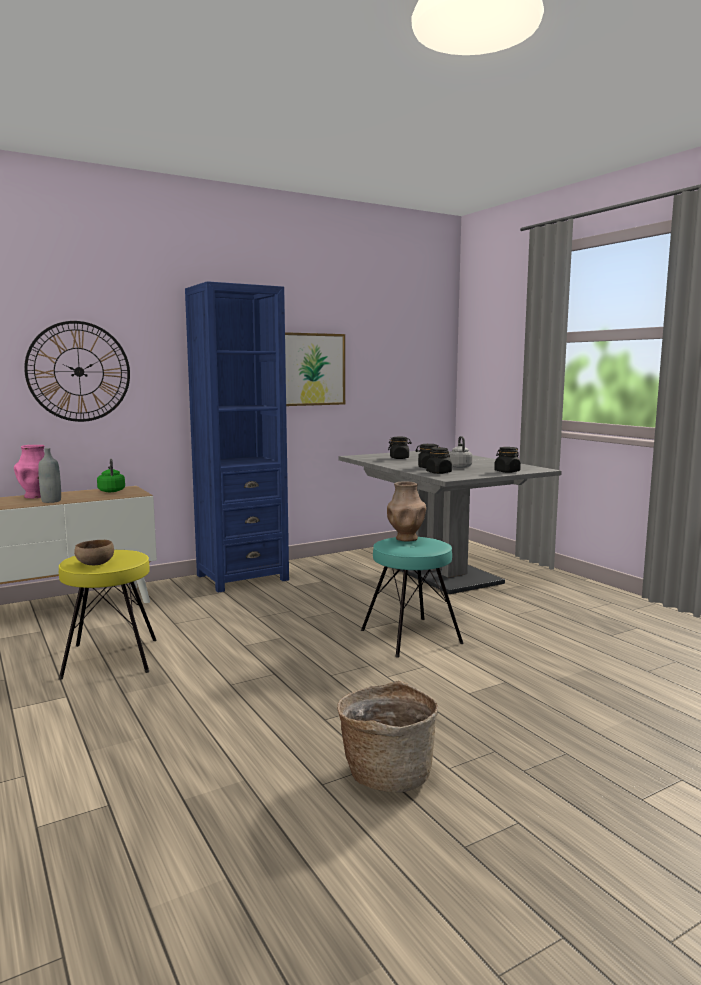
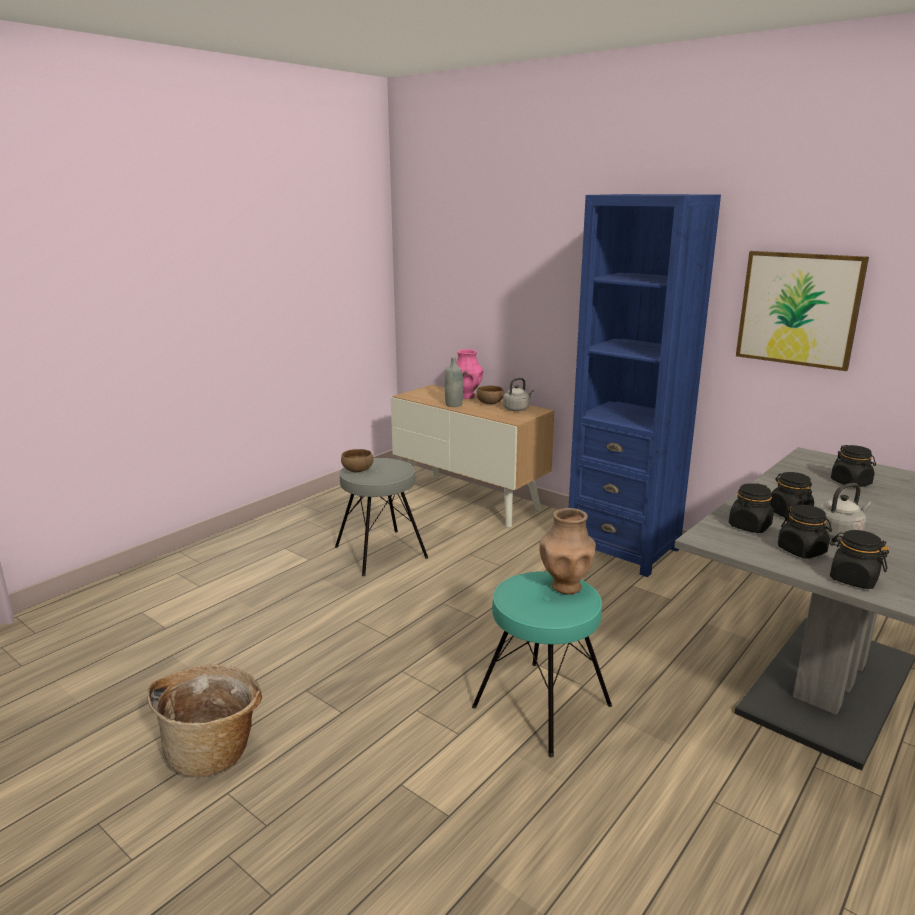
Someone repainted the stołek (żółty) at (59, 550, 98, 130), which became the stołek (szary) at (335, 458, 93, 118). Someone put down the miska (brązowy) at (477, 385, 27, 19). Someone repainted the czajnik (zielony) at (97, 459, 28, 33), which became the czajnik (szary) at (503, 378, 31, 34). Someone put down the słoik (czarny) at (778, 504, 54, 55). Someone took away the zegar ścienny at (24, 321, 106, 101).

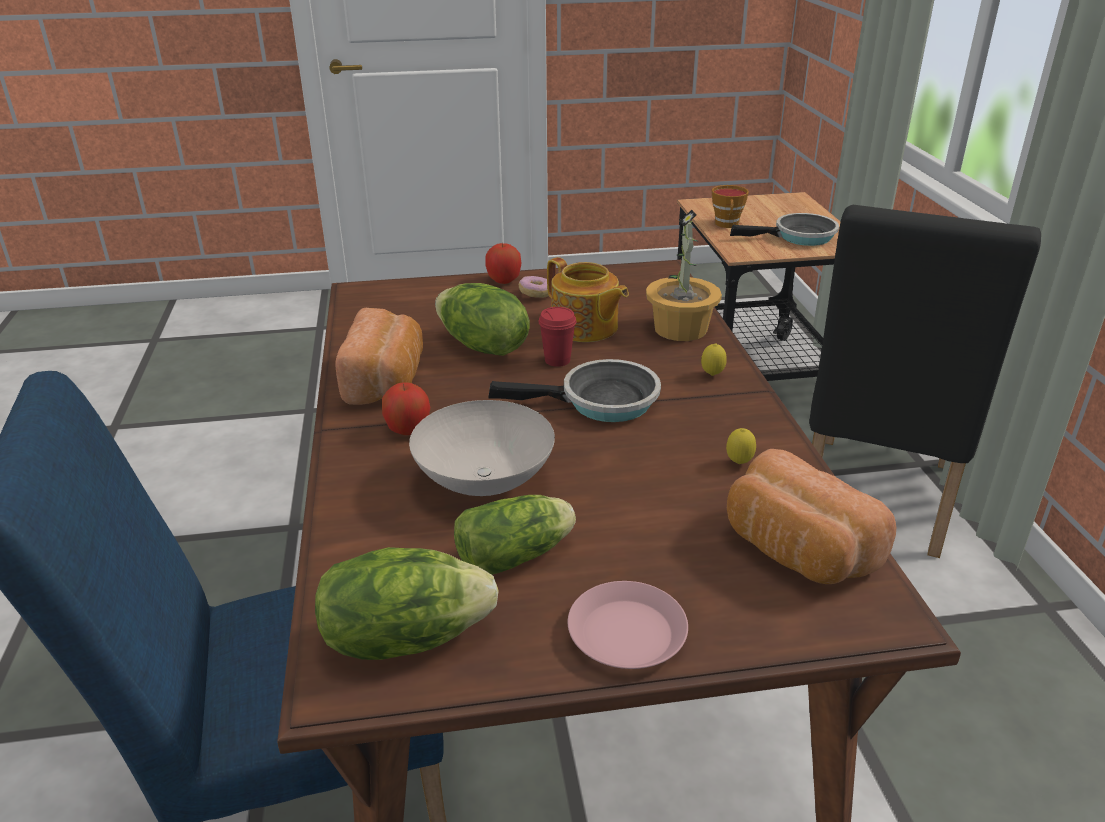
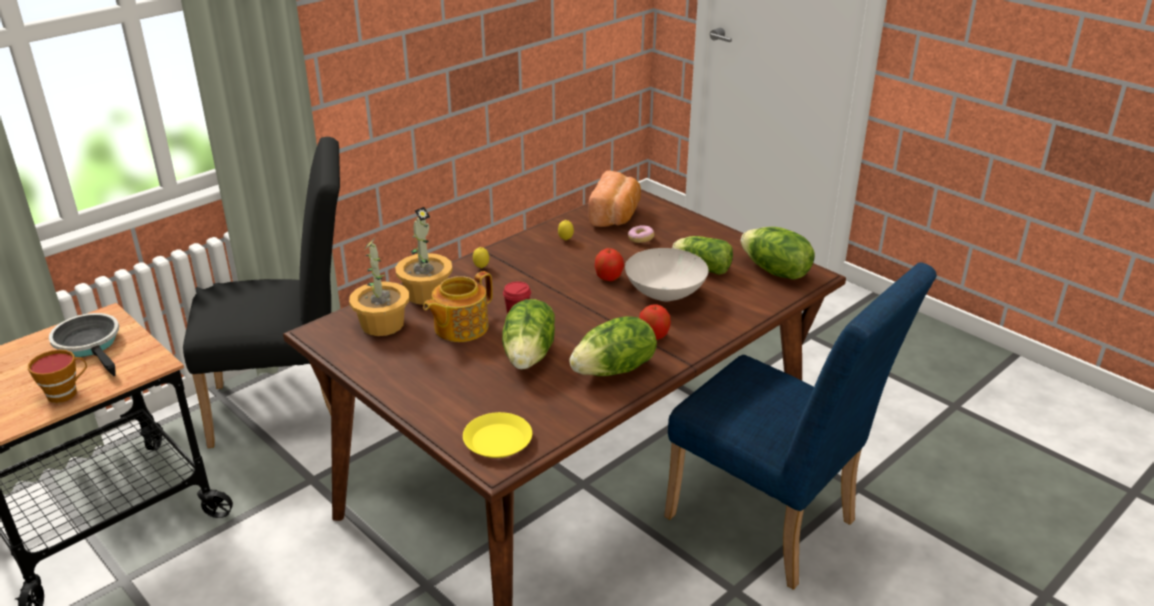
Someone put down the roślina doniczkowa at (349, 238, 60, 98). Someone rotated the imbryk at (547, 257, 82, 85) by 150 degrees counterclockwise. Someone put down the talerz (żółty) at (463, 412, 69, 46). Someone swapped the chleb at (335, 308, 88, 97) for the sałata at (569, 316, 88, 60). Someone carried the jabłko from (486, 243, 35, 41) to (595, 248, 29, 33). Someone carried the donut from (519, 276, 30, 22) to (628, 225, 26, 18). Someone took away the patelnia at (488, 359, 173, 63). Someone took away the talerz (różowy) at (568, 581, 120, 88).

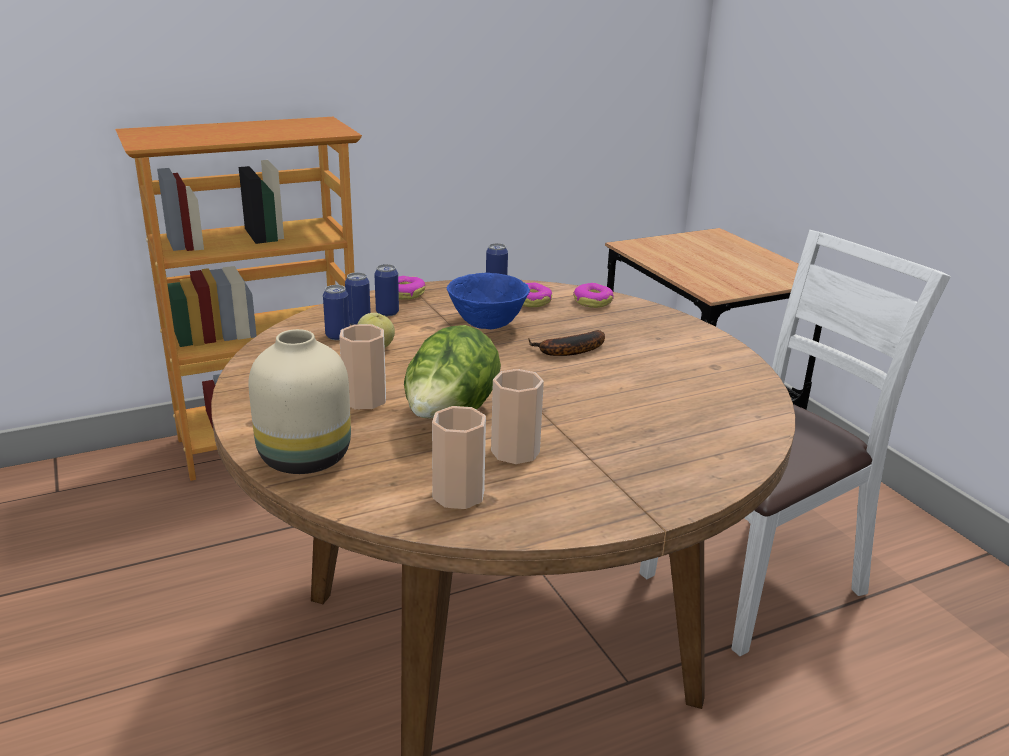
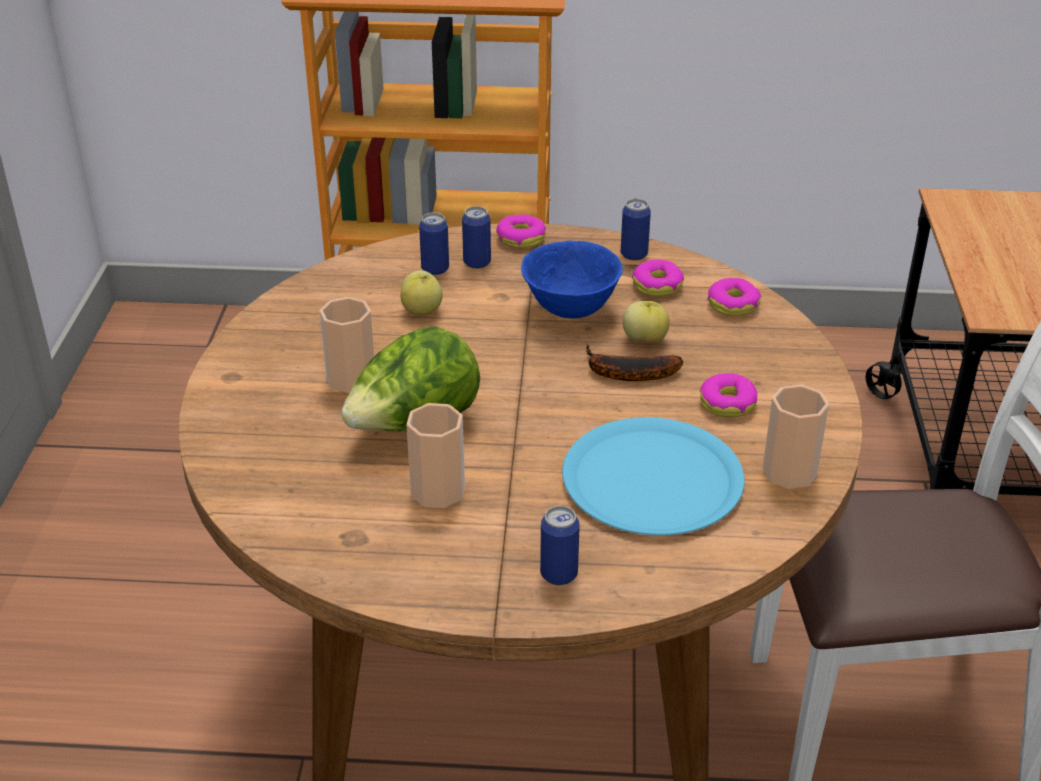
Someone carried the puszka from (323, 285, 27, 55) to (540, 506, 40, 79). Someone put down the talerz (niebieski) at (562, 417, 183, 118). Someone put down the jabłko at (623, 301, 47, 44). Someone put down the donut at (700, 373, 57, 44). Someone carried the filiżanka from (432, 406, 54, 103) to (762, 385, 67, 104). Someone took away the wazon (beżowy) at (249, 329, 102, 145).

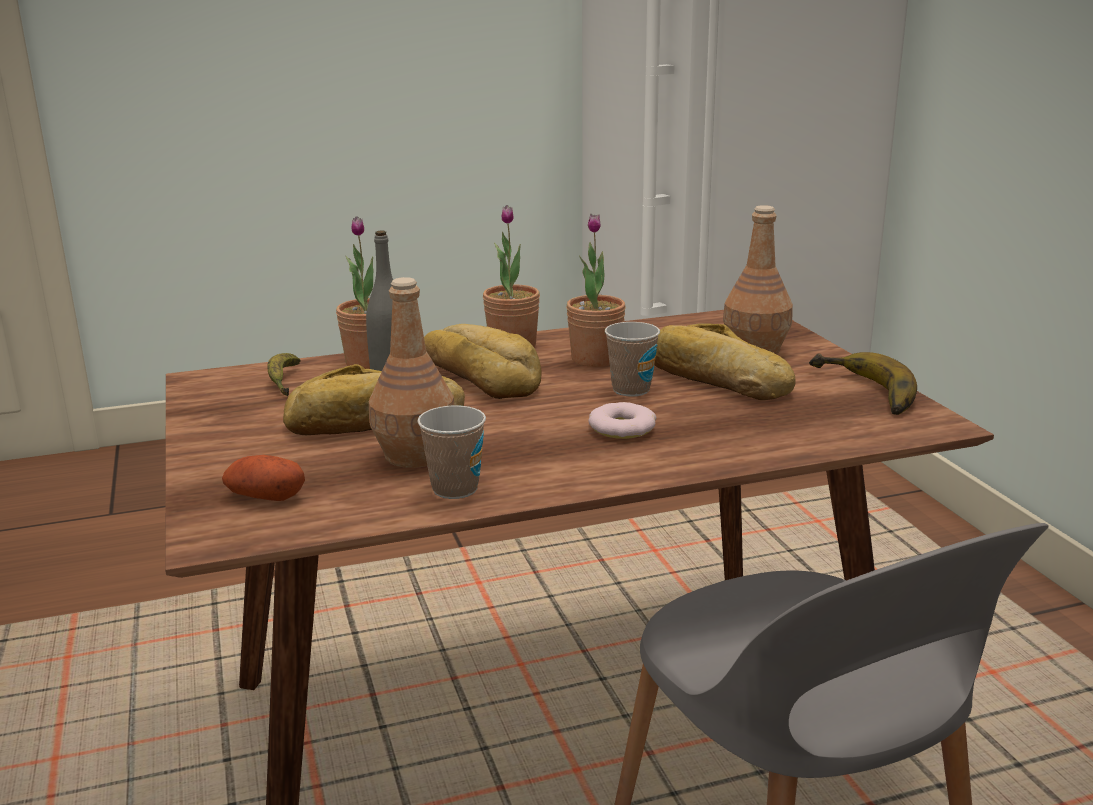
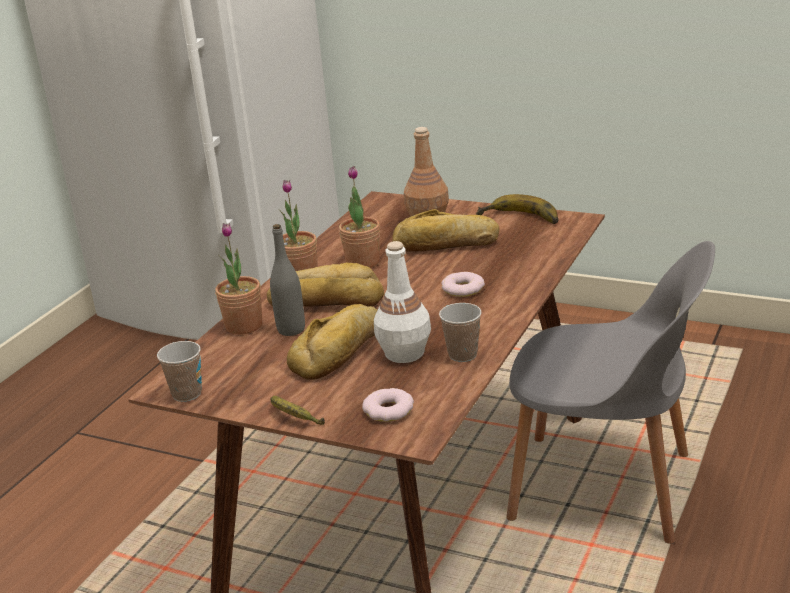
Someone carried the filiżanka from (605, 322, 55, 75) to (157, 341, 45, 61). Someone carried the banan from (268, 353, 33, 43) to (270, 396, 55, 29). Someone swapped the ziemniak at (222, 455, 83, 46) for the donut at (362, 388, 52, 34). Someone repainted the butelka (brązowy) at (369, 277, 86, 191), which became the butelka (biały) at (374, 241, 57, 122).

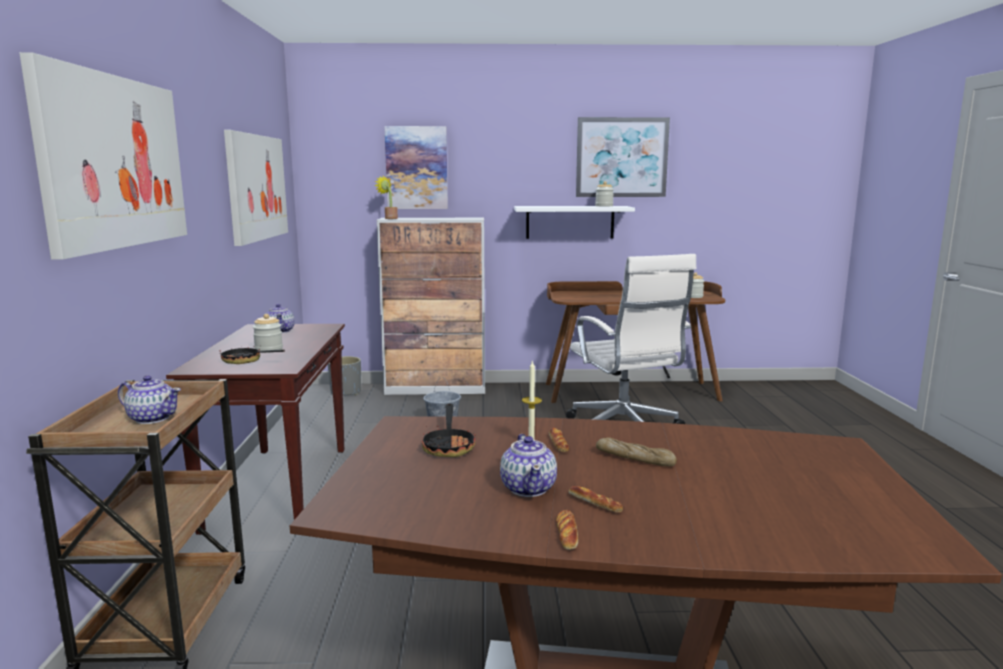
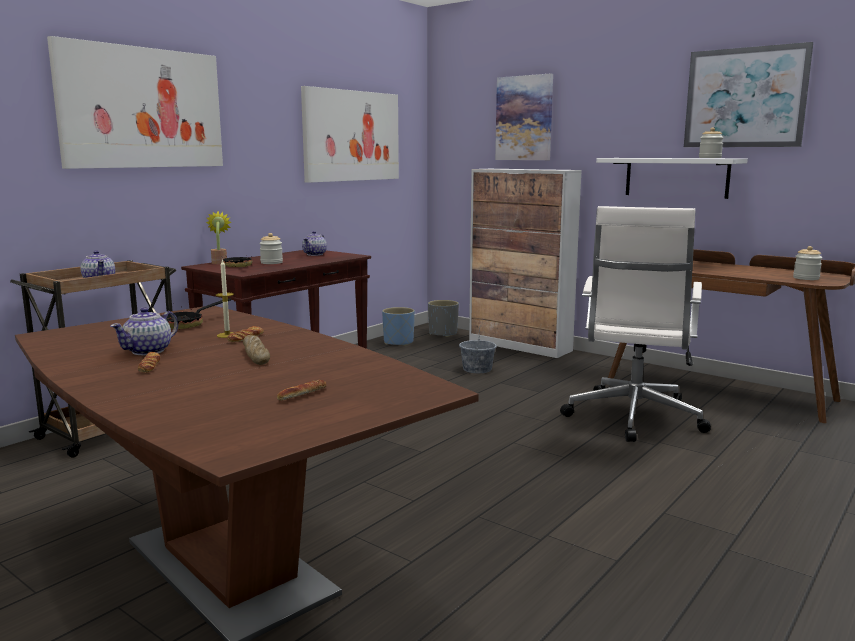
Someone carried the roślina doniczkowa from (374, 176, 24, 43) to (206, 211, 25, 53). Someone carried the chleb from (556, 510, 22, 40) to (277, 380, 49, 20). Someone put down the donica (niebieski) at (382, 307, 33, 39).

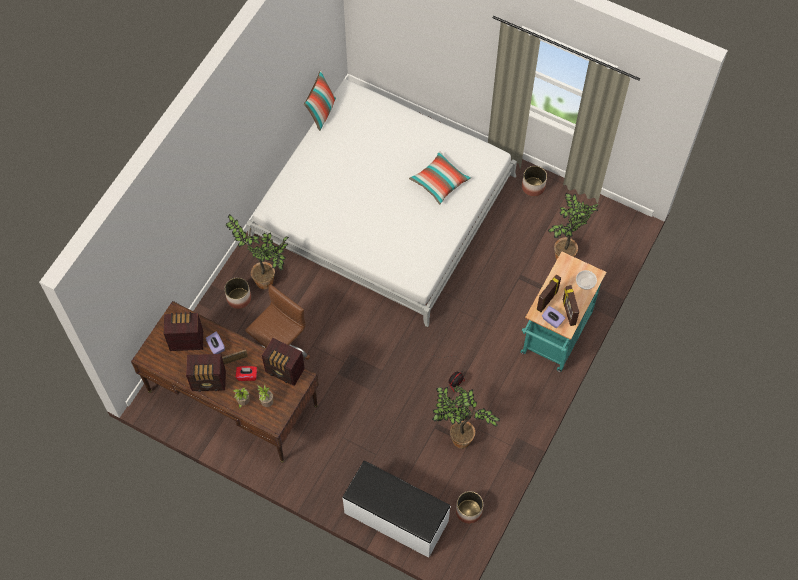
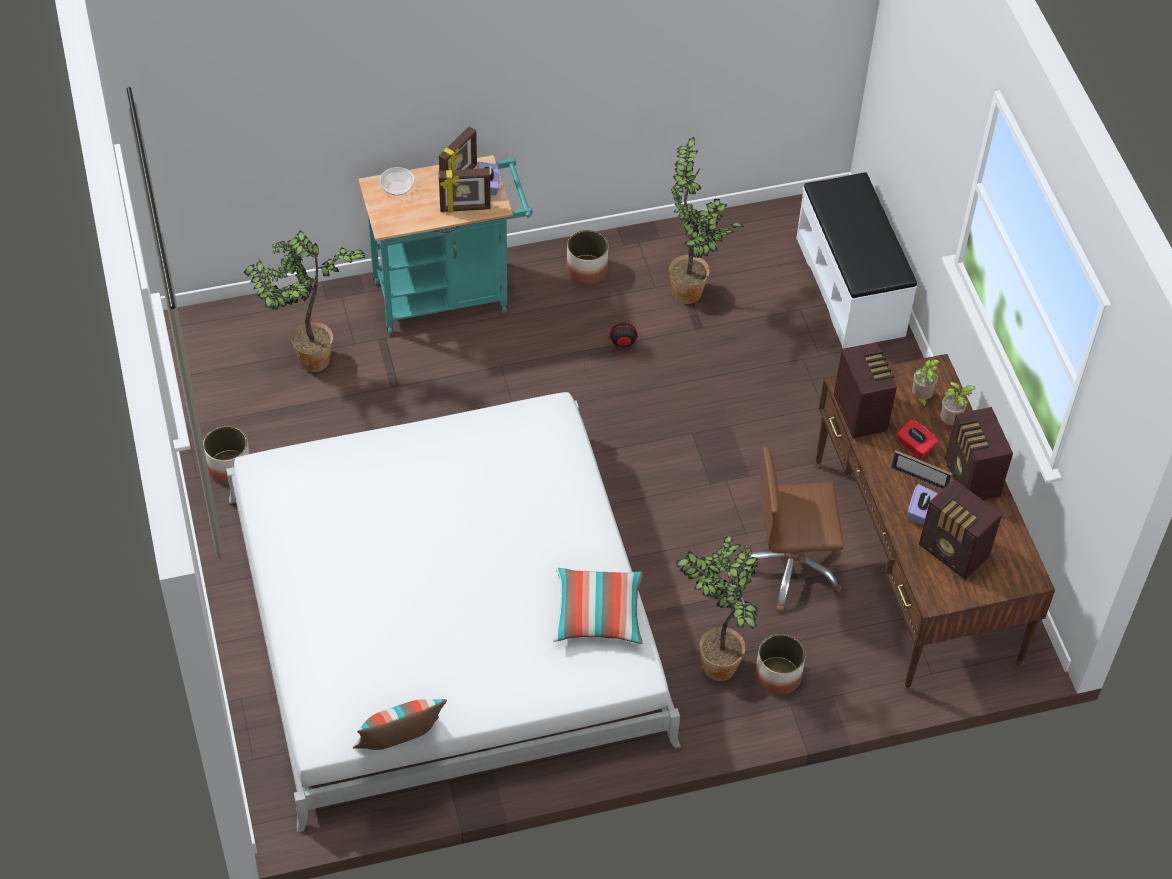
Someone carried the poduszka from (409, 151, 62, 53) to (553, 568, 90, 76). Someone carried the donica from (456, 491, 27, 33) to (566, 230, 42, 54). Someone rotated the radio at (186, 354, 40, 38) by 150 degrees counterclockwise.

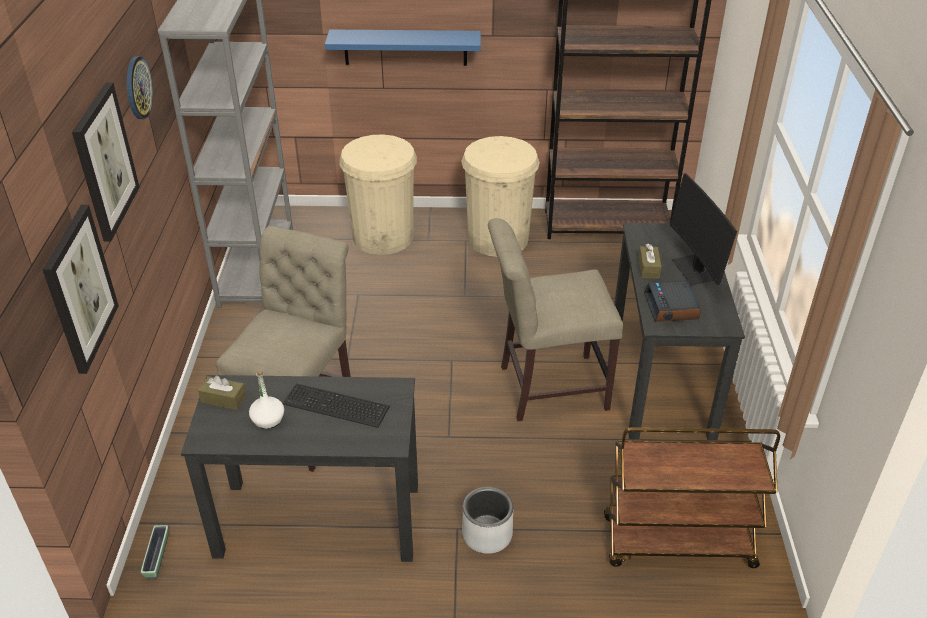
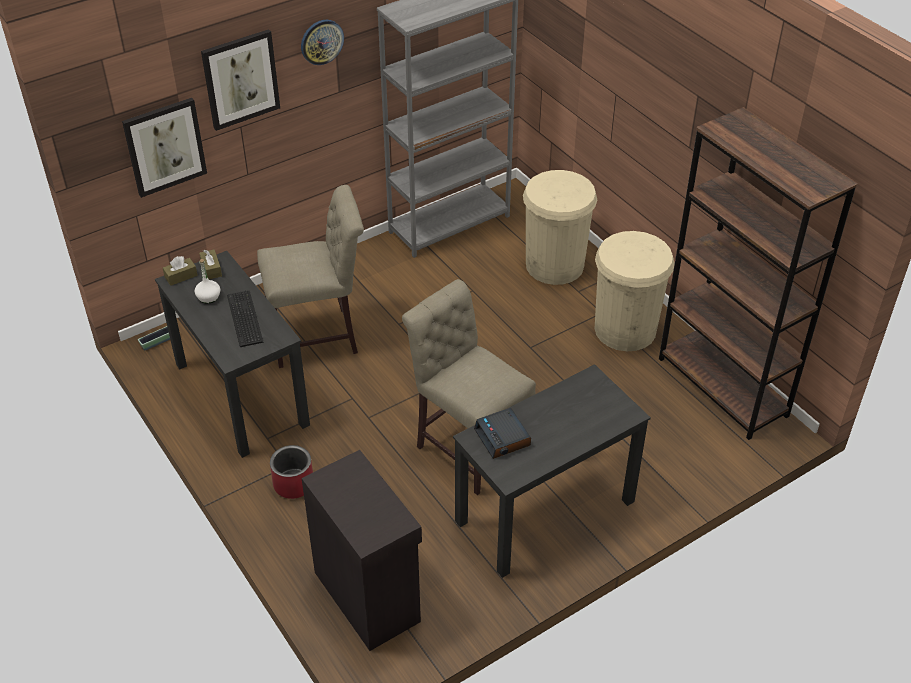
Someone carried the pudełko chusteczek (brązowy) from (639, 244, 22, 35) to (163, 256, 35, 30). Someone repainted the donica (szary) at (462, 487, 51, 67), which became the donica (czerwony) at (270, 445, 43, 54). Someone swapped the wózek (brązowy) at (604, 427, 176, 141) for the szafka (czarny) at (301, 450, 121, 201). Someone rotated the budzik at (644, 280, 57, 42) by 75 degrees counterclockwise. Someone took away the półka (niebieski) at (325, 30, 156, 36). Someone took away the monitor at (670, 173, 67, 112).

